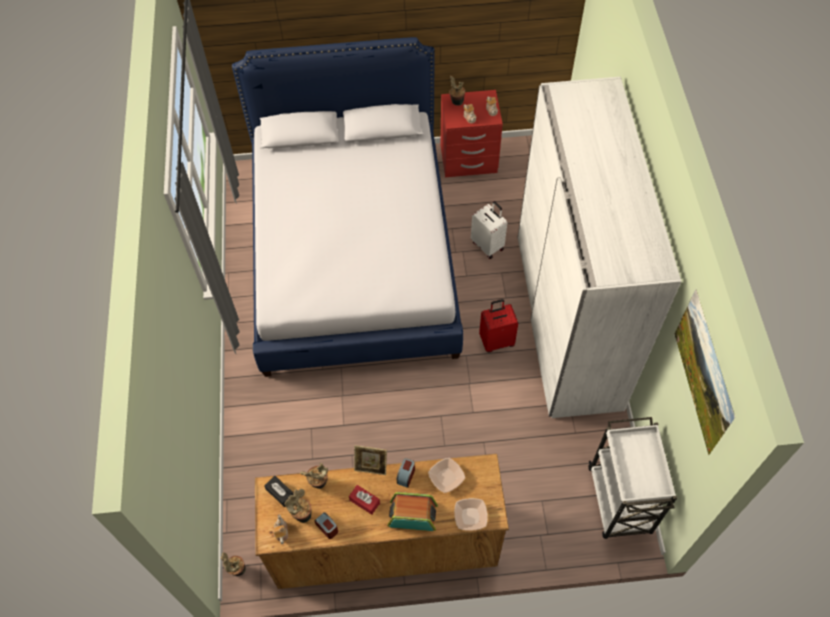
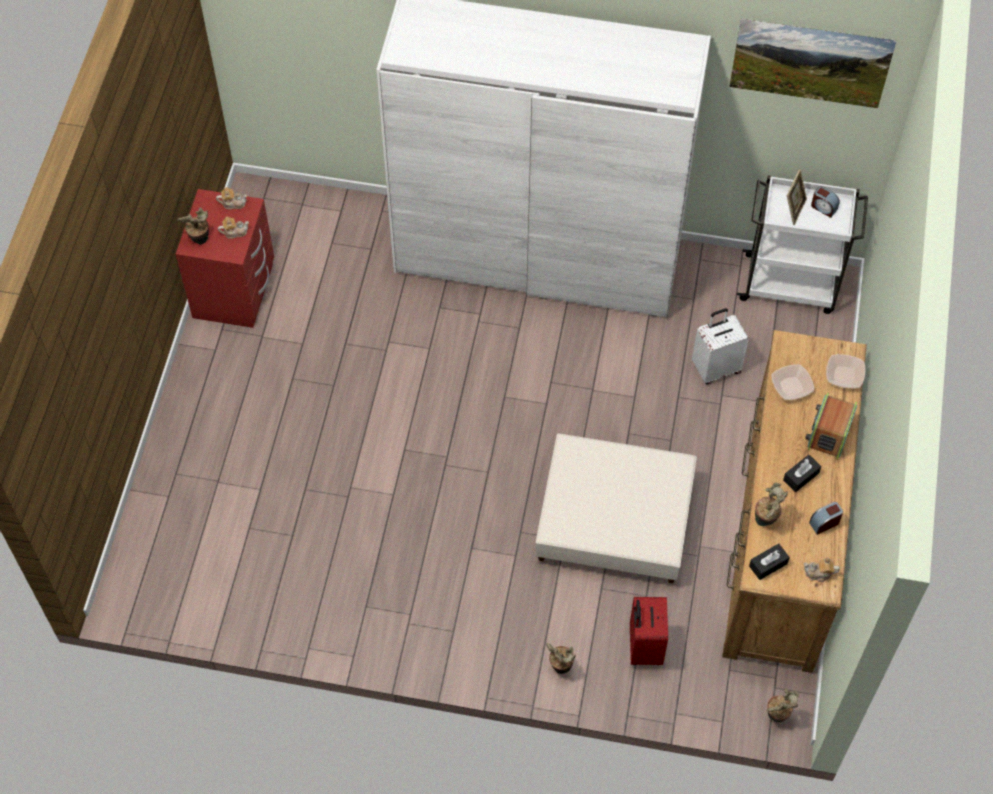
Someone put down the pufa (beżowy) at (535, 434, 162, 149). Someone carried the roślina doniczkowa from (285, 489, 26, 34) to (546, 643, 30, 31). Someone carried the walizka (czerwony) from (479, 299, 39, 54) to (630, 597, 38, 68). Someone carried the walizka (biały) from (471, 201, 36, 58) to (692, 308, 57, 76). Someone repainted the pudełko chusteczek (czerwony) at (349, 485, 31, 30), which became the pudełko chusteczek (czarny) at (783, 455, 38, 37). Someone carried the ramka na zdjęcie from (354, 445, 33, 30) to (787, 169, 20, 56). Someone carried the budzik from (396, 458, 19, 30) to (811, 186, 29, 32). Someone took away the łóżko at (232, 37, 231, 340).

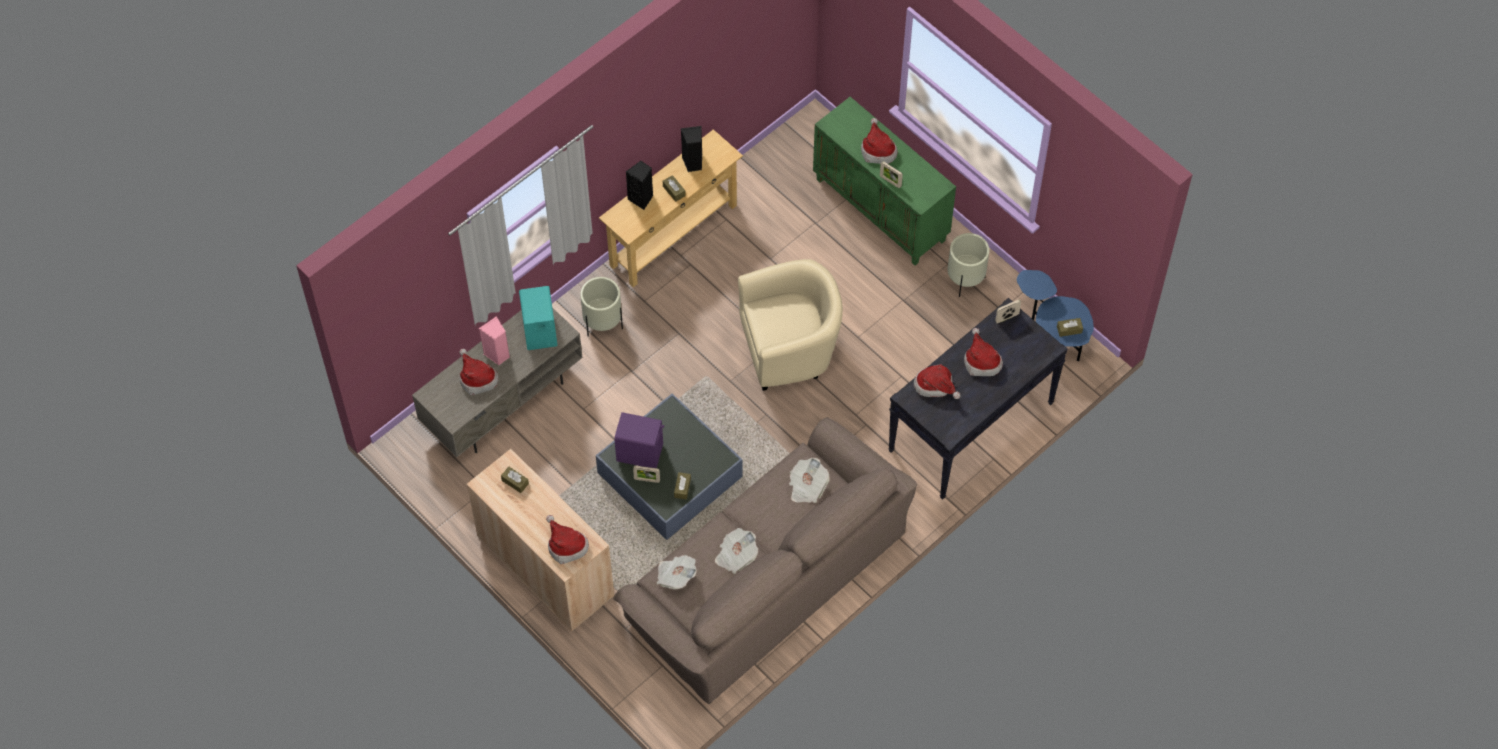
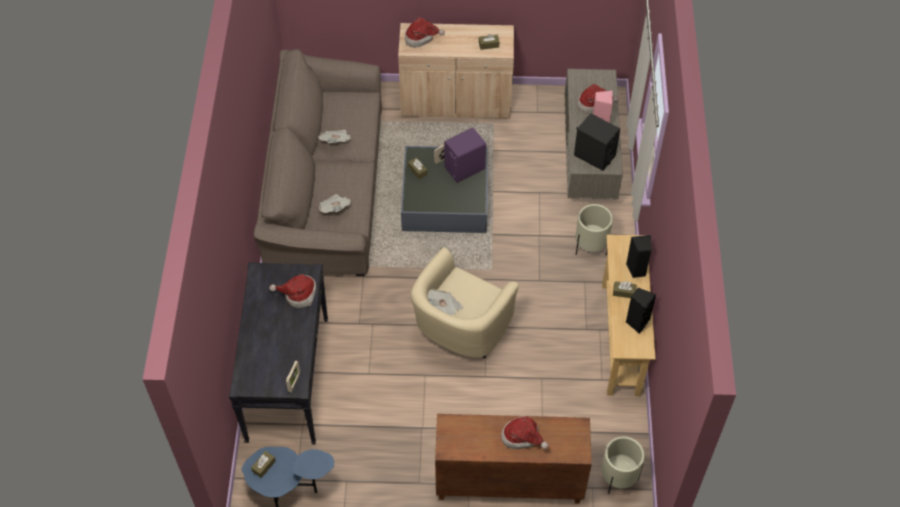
Someone carried the gazeta from (657, 555, 40, 35) to (428, 289, 35, 27). Someone repainted the szafka (zielony) at (813, 97, 143, 168), which became the szafka (brązowy) at (435, 414, 157, 89). Someone repainted the głośnik (turkusowy) at (519, 286, 38, 64), which became the głośnik (czarny) at (574, 113, 46, 58). Someone carried the donica (beżowy) from (947, 233, 42, 64) to (601, 436, 44, 58). Someone took away the ramka na zdjęcie at (880, 161, 23, 27). Someone took away the kapelusz at (964, 328, 39, 48).

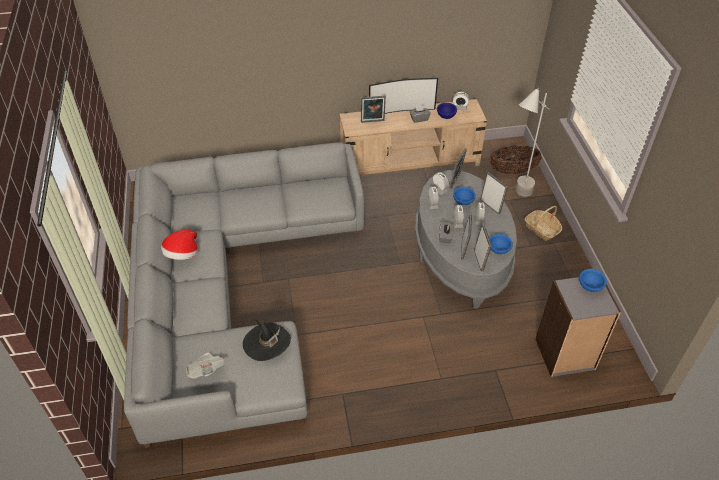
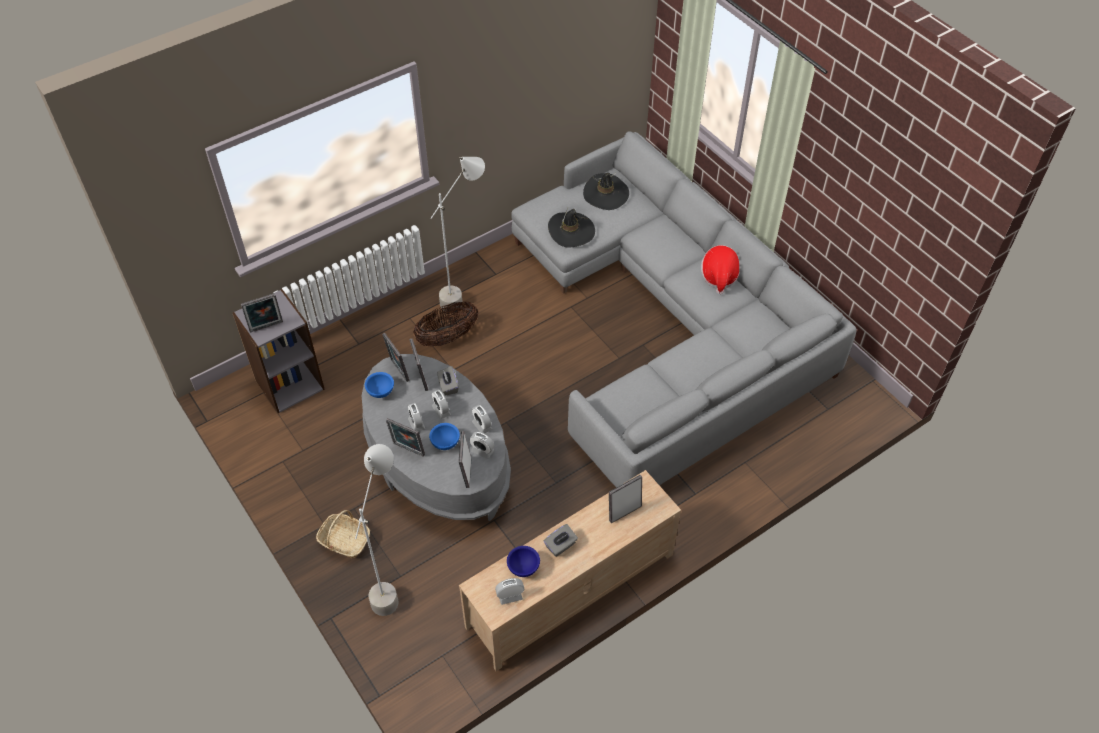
Someone swapped the miska (niebieski) at (579, 269, 28, 23) for the ramka na zdjęcie at (241, 293, 42, 39). Someone carried the koszyk from (490, 146, 52, 28) to (413, 301, 65, 45). Someone put down the lampa stojąca (szary) at (430, 157, 55, 154). Someone swapped the gazeta at (186, 353, 38, 26) for the kapelusz (czarny) at (583, 173, 46, 37). Someone took away the telewizor at (369, 78, 69, 36).

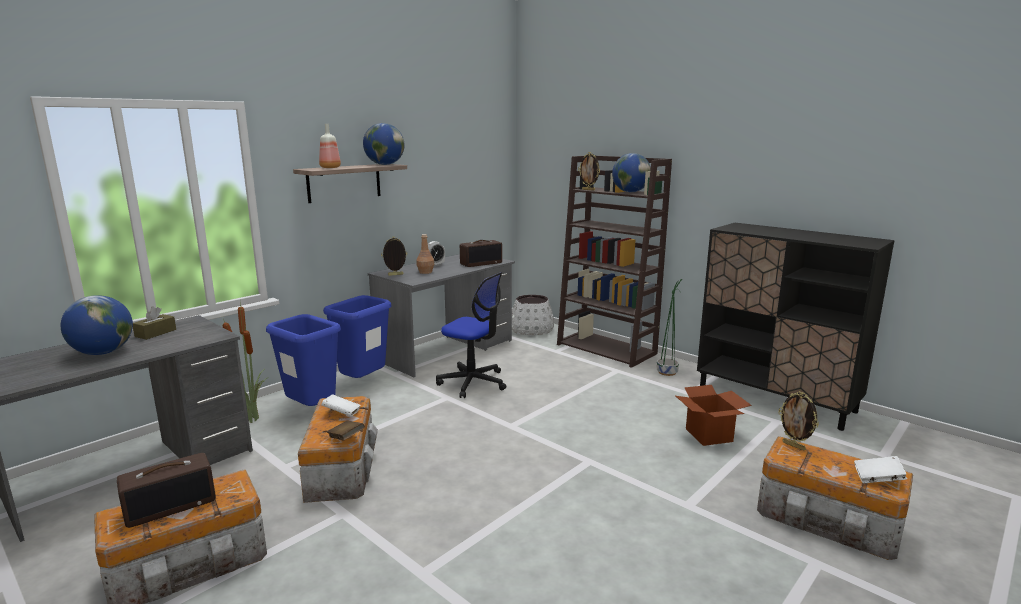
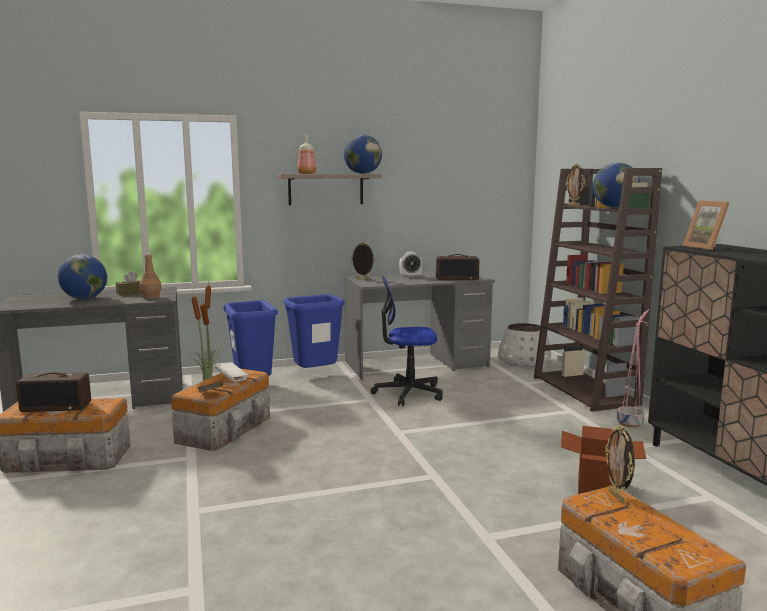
Someone carried the butelka (brązowy) from (416, 234, 18, 40) to (140, 253, 22, 46). Someone rotated the krzesło biurowe at (436, 272, 70, 126) by 120 degrees clockwise. Someone repainted the donica (zielony) at (657, 279, 25, 97), which became the donica (różowy) at (617, 309, 32, 119). Someone put down the ramka na zdjęcie at (683, 201, 47, 49). Someone took away the książka (biały) at (854, 456, 53, 27).

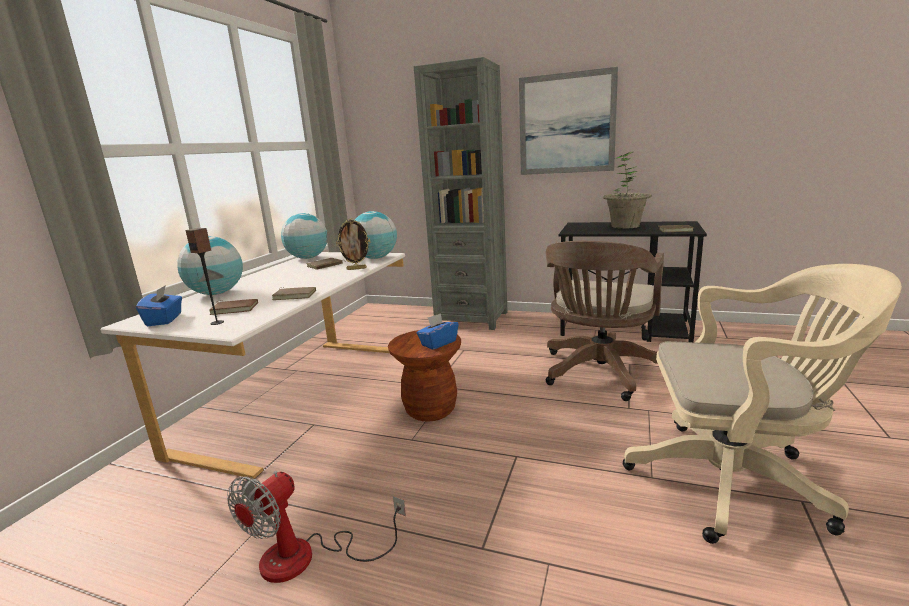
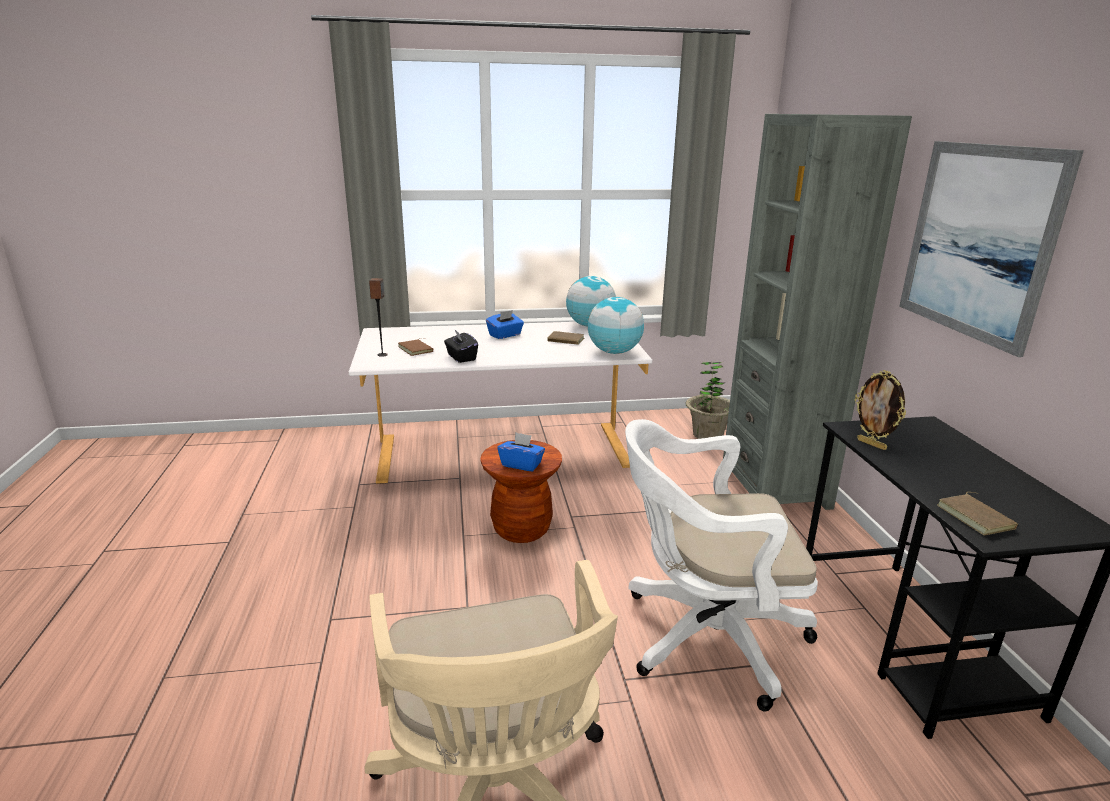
Someone swapped the książka (brązowy) at (272, 287, 44, 13) for the pudełko chusteczek (czarny) at (444, 330, 34, 33). Someone carried the pudełko chusteczek (niebieski) from (136, 285, 46, 41) to (486, 310, 38, 29). Someone repainted the krzesło biurowe (brązowy) at (546, 241, 118, 160), which became the krzesło biurowe (biały) at (625, 419, 193, 293). Someone carried the roślina doniczkowa from (603, 152, 49, 77) to (685, 362, 45, 77). Someone carried the ramka na zdjęcie from (336, 218, 34, 52) to (855, 370, 51, 80). Someone took away the globus at (177, 236, 66, 59). Someone took away the wentylator at (227, 471, 179, 112).

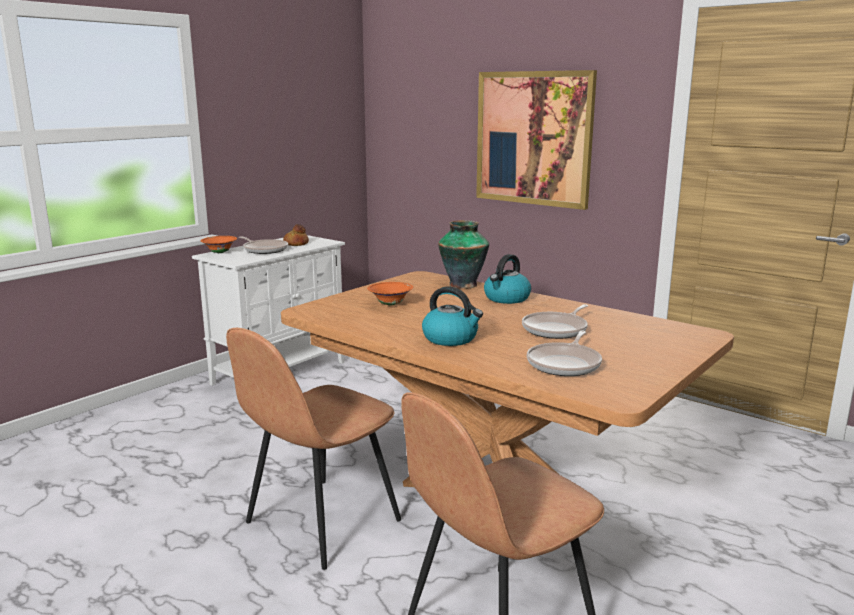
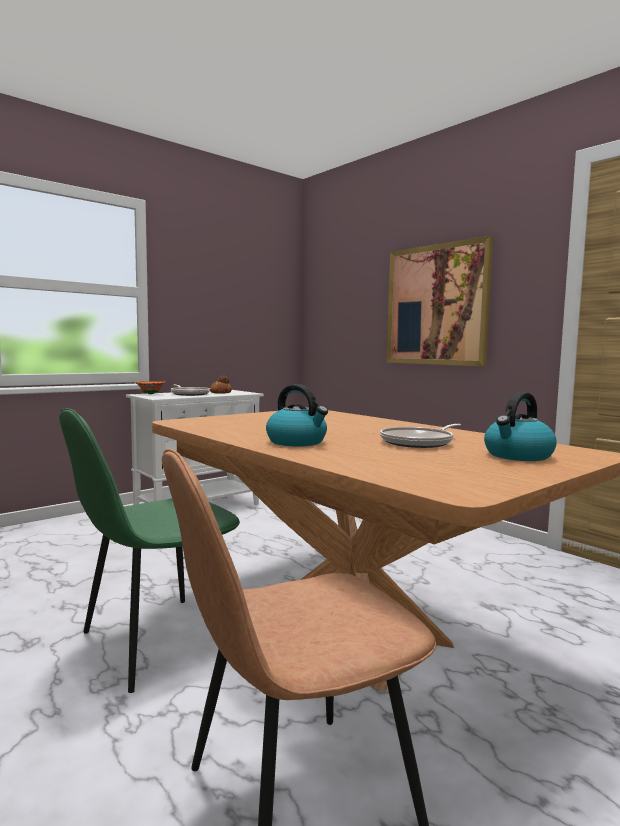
Someone repainted the krzesło (brązowy) at (226, 328, 175, 242), which became the krzesło (zielony) at (59, 408, 181, 285). Someone carried the czajnik from (484, 254, 47, 50) to (484, 392, 73, 69). Someone took away the miska (pomarańczowy) at (367, 282, 46, 24). Someone took away the wazon at (438, 220, 51, 69). Someone took away the patelnia at (527, 331, 75, 45).

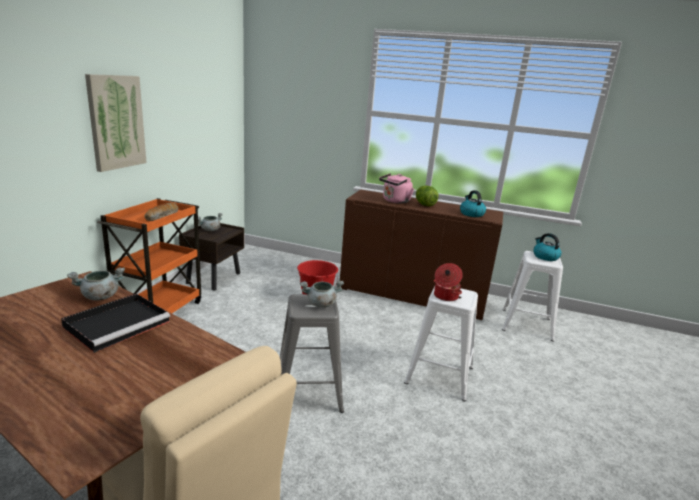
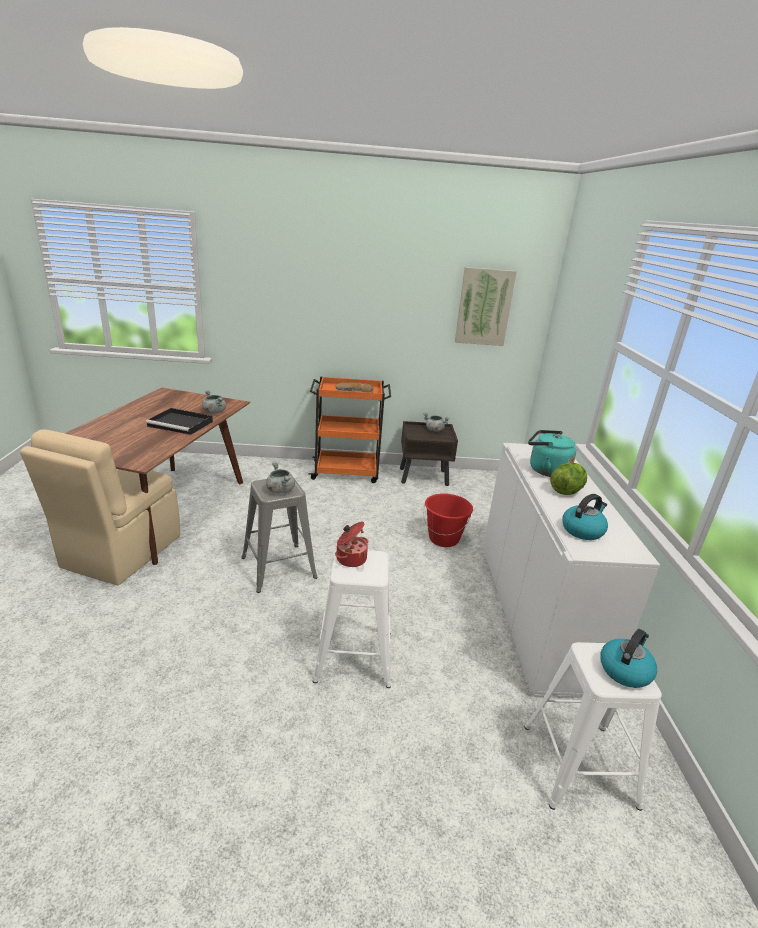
Someone carried the obraz from (85, 74, 62, 98) to (455, 267, 62, 79). Someone repainted the szafka (brązowy) at (340, 190, 163, 130), which became the szafka (biały) at (483, 443, 177, 255). Someone repainted the czajnik (różowy) at (379, 173, 35, 31), which became the czajnik (turkusowy) at (528, 430, 48, 47).

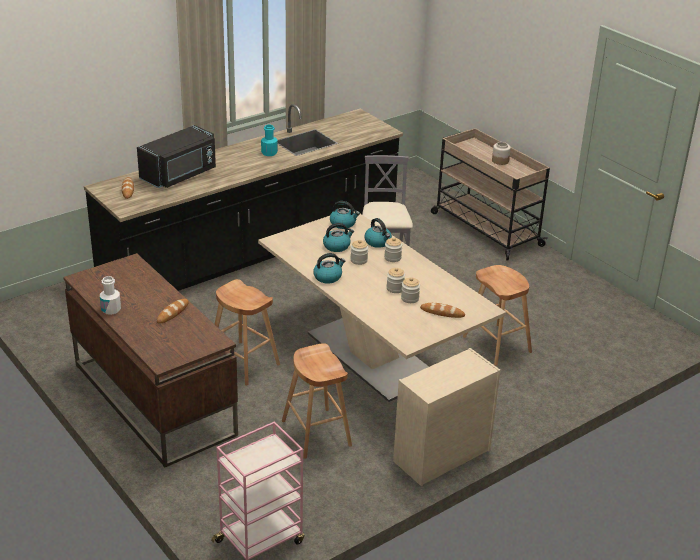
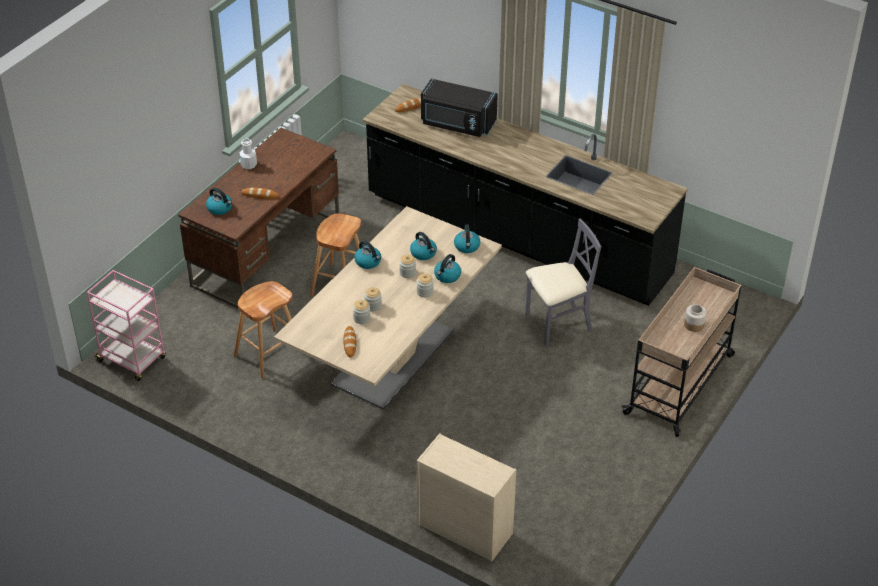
Someone put down the czajnik at (206, 188, 26, 27). Someone carried the komoda (beżowy) from (393, 348, 107, 138) to (417, 433, 99, 129). Someone took away the butelka (turkusowy) at (261, 125, 17, 31). Someone took away the stołek (brązowy) at (463, 265, 69, 100).

